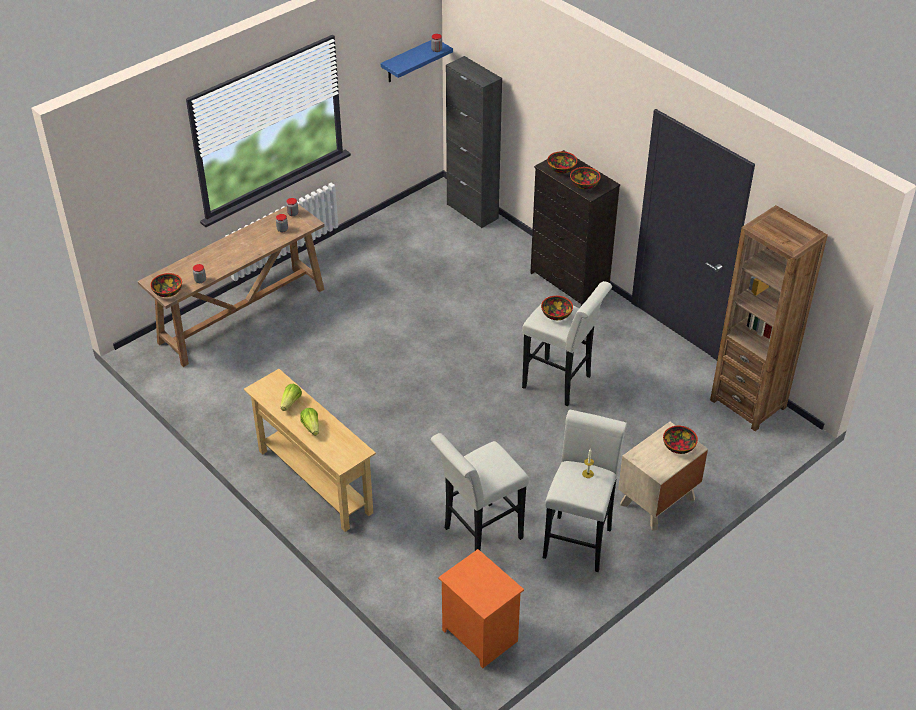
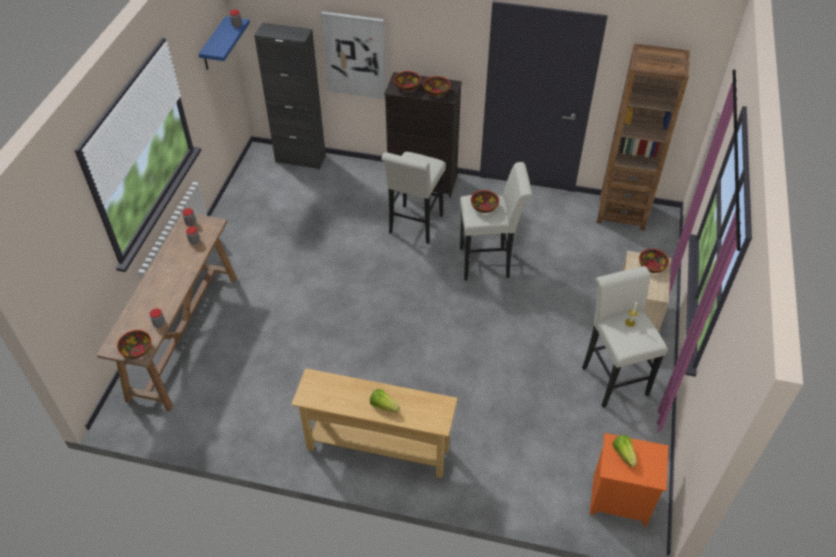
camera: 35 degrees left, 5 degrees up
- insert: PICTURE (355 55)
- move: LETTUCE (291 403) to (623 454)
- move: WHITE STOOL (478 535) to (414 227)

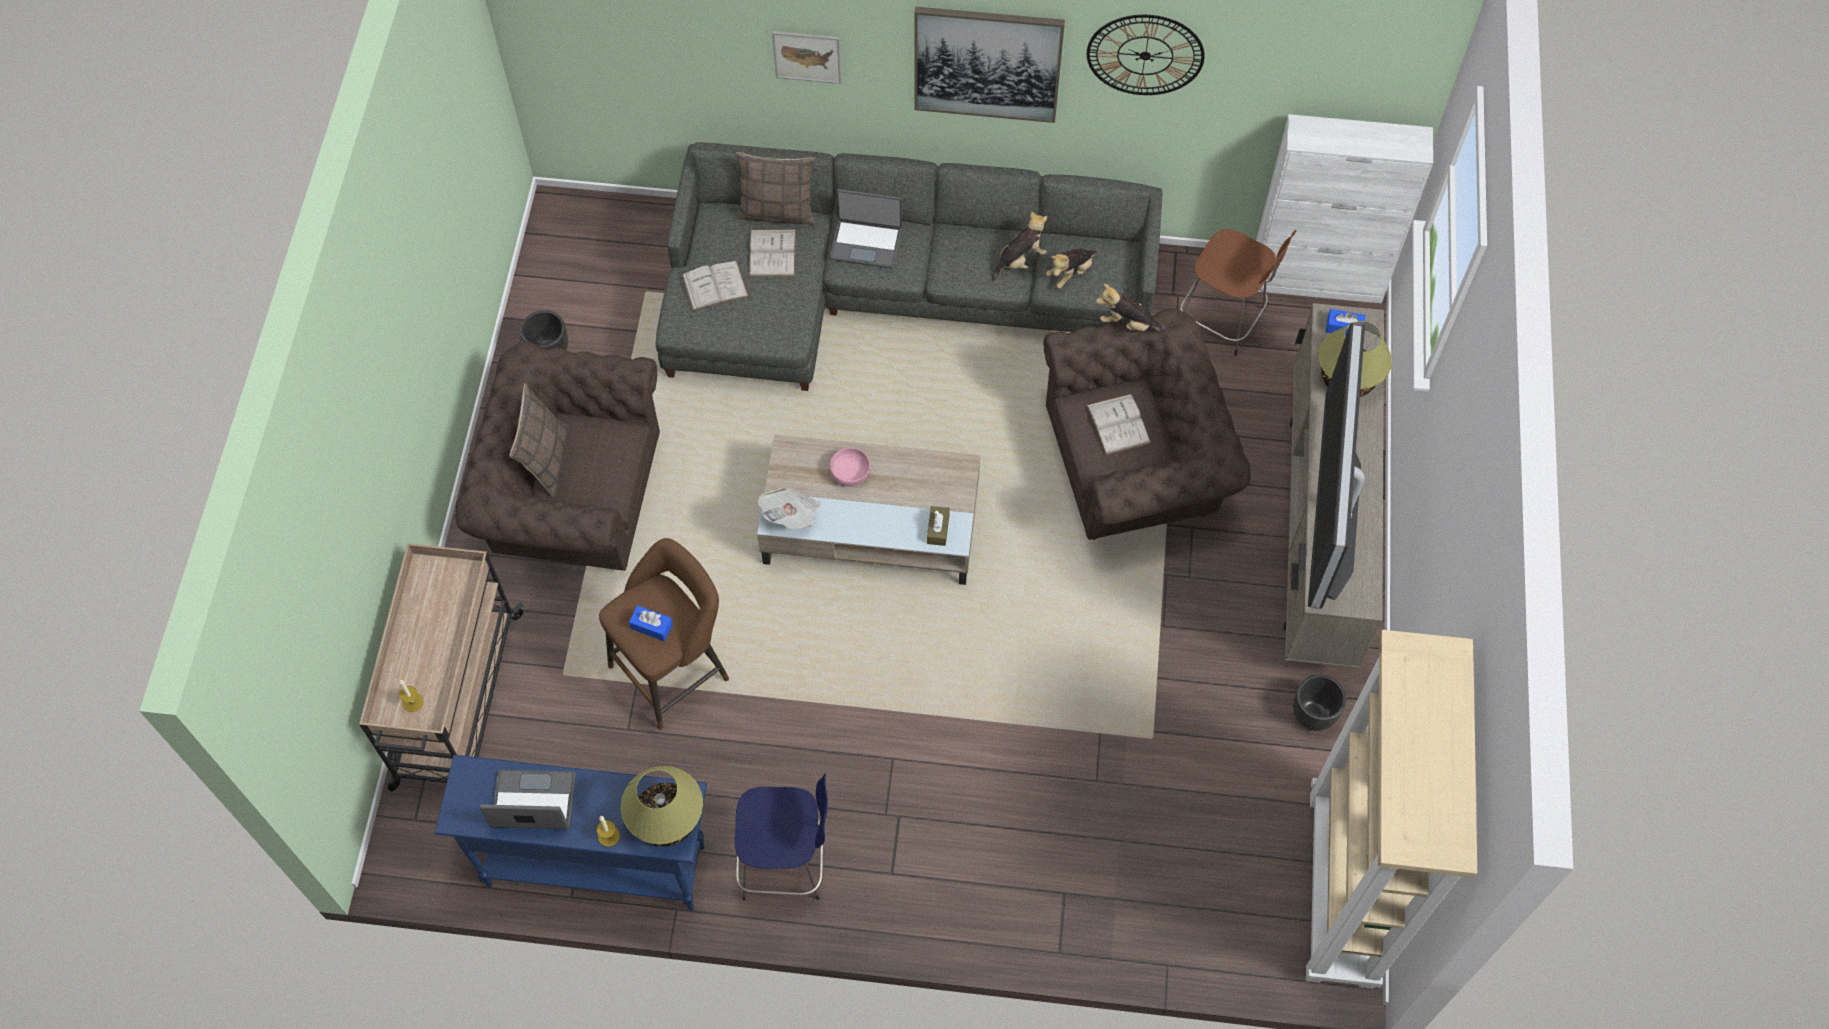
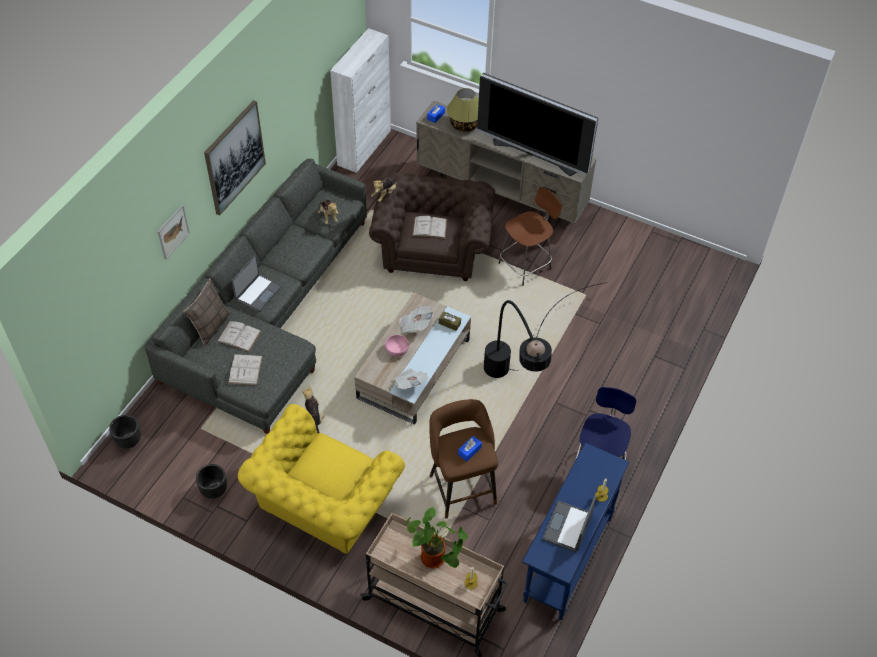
camera: 70 degrees left, 10 degrees down
- delete: PILLOW (546 460)
- delete: TABLE LAMP (666 819)
- delete: WALL CLOCK (1145 55)
- delete: BEIGE BOOKCASE (1342 890)
- insert: NEWSPAPER (415 325)
- insert: POTTED PLANT (436 558)
- insert: BLACK FLOOR LAMP (519 389)
- move: PLUSH TOY (1020 260) to (314 418)
- move: BROWN STOOL (1224 320) to (526 265)
- move: BLACK PLANTER (1313 715) to (129 441)
- recolor: BROWN ARMCHAIR (572 497) to YELLOW ARMCHAIR (324 506)

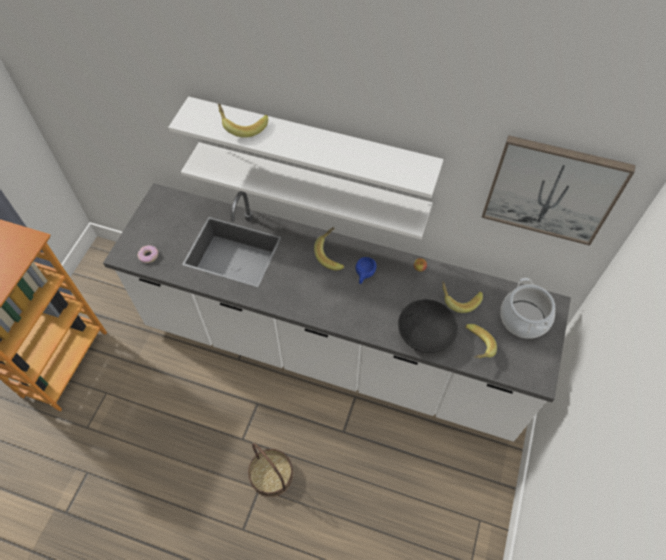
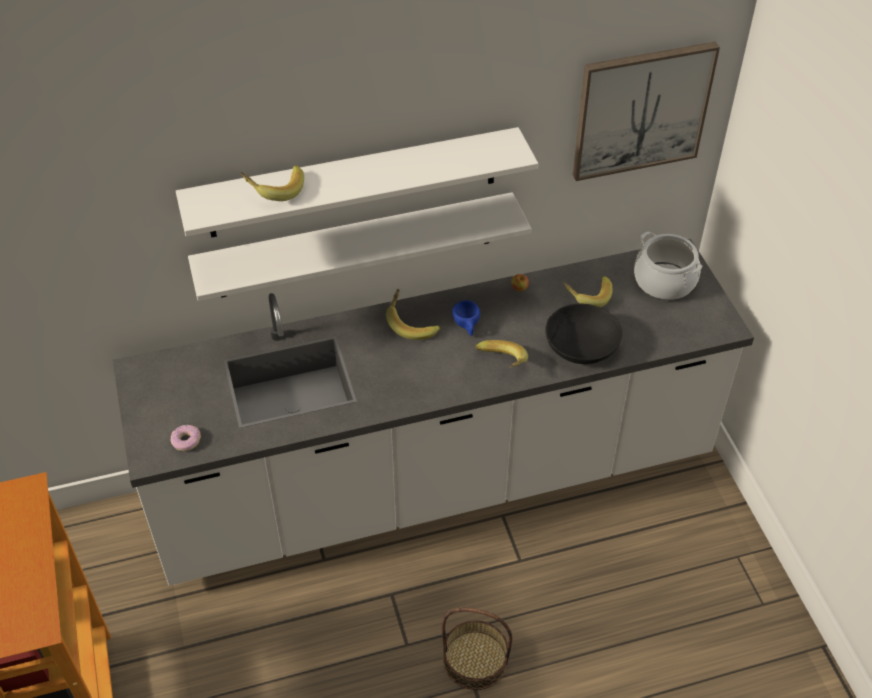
camera: 35 degrees left, 10 degrees down
- move: BANANA (475 347) to (500 365)

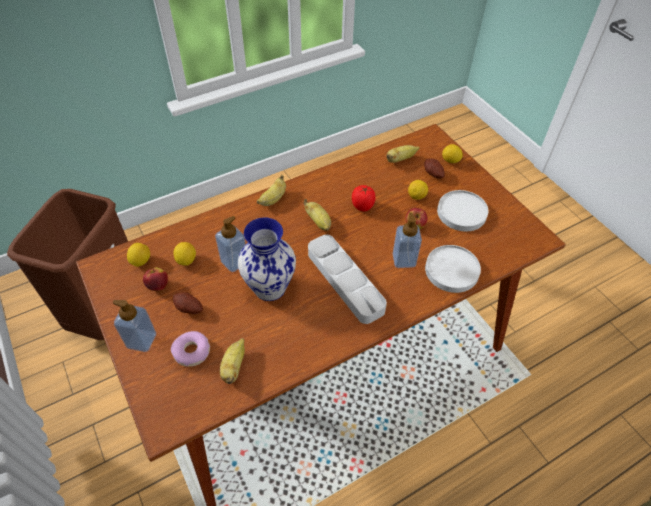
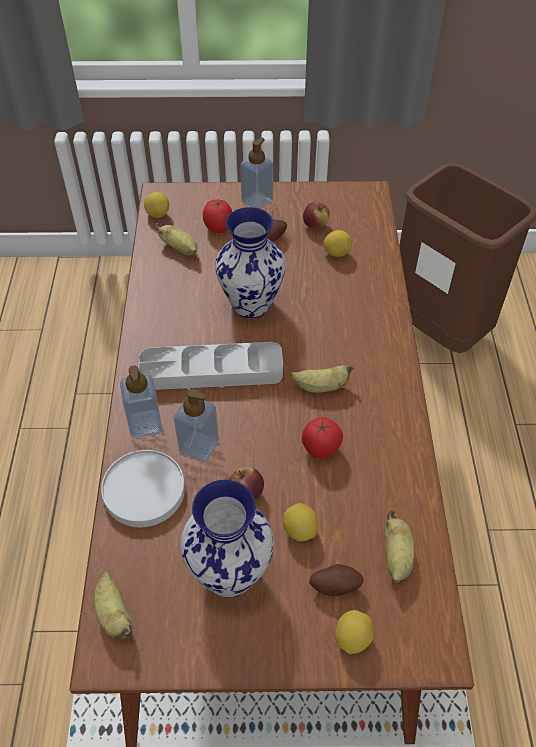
camera: 120 degrees right, 0 degrees up
- move: LEMON (141 261) to (157 214)
- move: SOAP DISPENSER (234 261) to (145 424)
- move: BANANA (273 199) to (114 614)
- replace: DONUT (192 352) to TOMATO (218 228)
- replace: WHITE PLATE (461 213) to VASE (229 572)

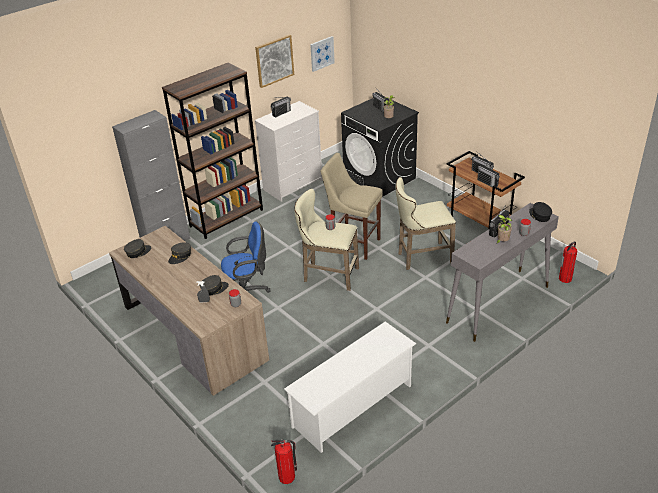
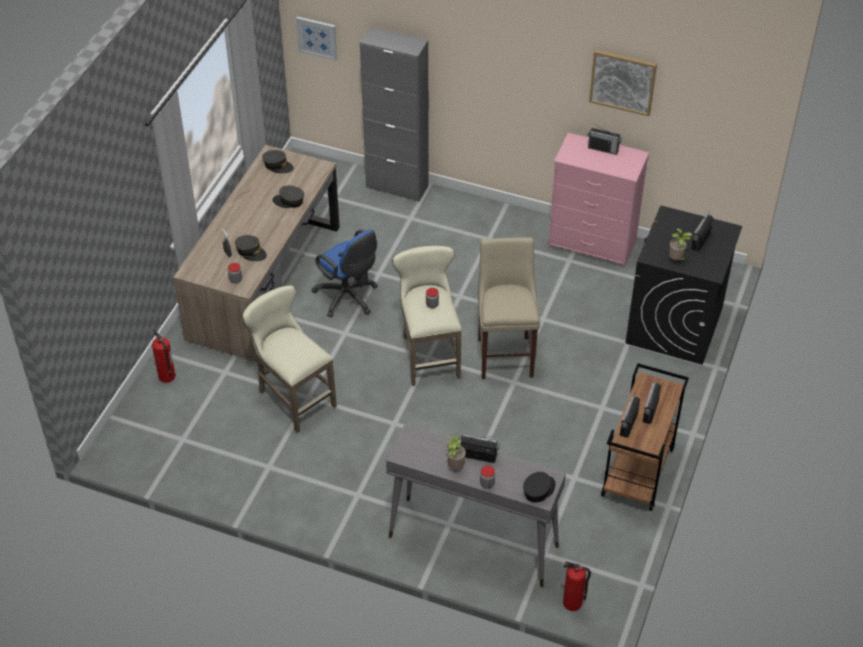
camera: 60 degrees right, 10 degrees up
- delete: BROWN BOOKCASE (226 218)
- delete: WHITE SHOE RACK (353 406)
- move: FIRE EXTINGUISHER (287 477) to (167 376)
- move: PICTURE (322 53) to (317 37)
- move: BEIGE STOOL (421 257) to (293 397)
- recolor: WHITE DRESSER (293 185) to PINK DRESSER (593 244)

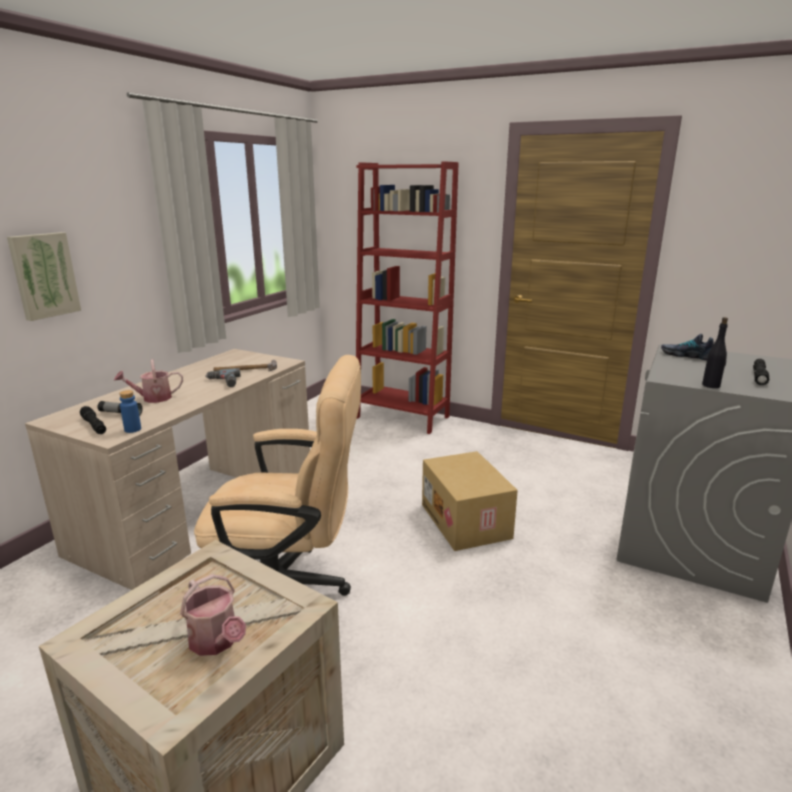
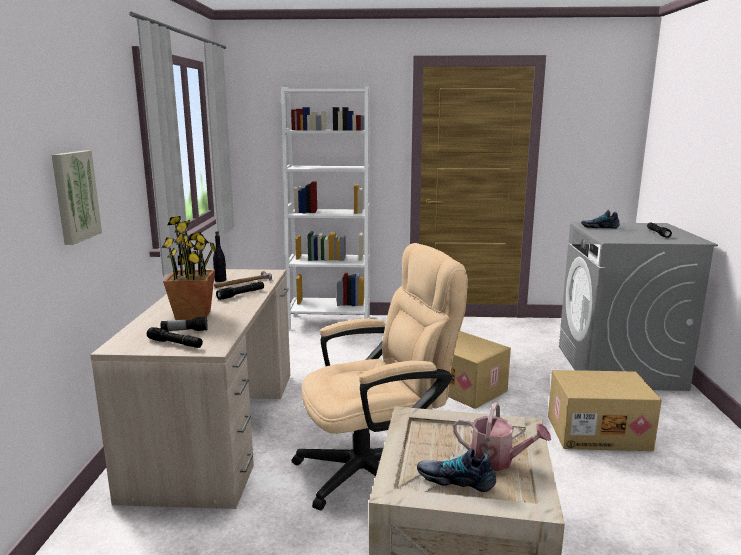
camera: 25 degrees left, 5 degrees down
- delete: BLUE BOTTLE (133 429)
- insert: SHOE (456 479)
- insert: CARDBOARD BOX (598 432)
- move: BLACK BOTTLE (711 385) to (220 280)
- replace: WATERING CAN (153 398) to POTTED PLANT (193 315)
- replace: POWER DRILL (224 382) to BLACK FLASHLIGHT (241 294)
- recolor: RED BOOKCASE (402 417) to WHITE BOOKCASE (329 322)

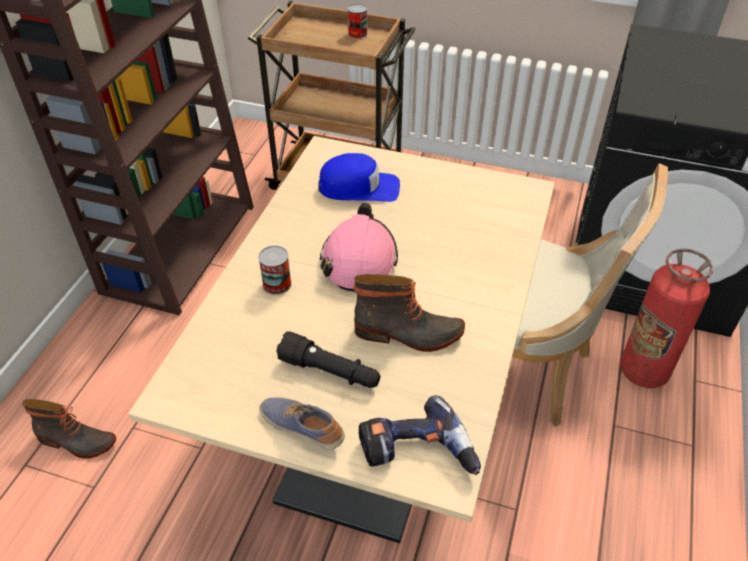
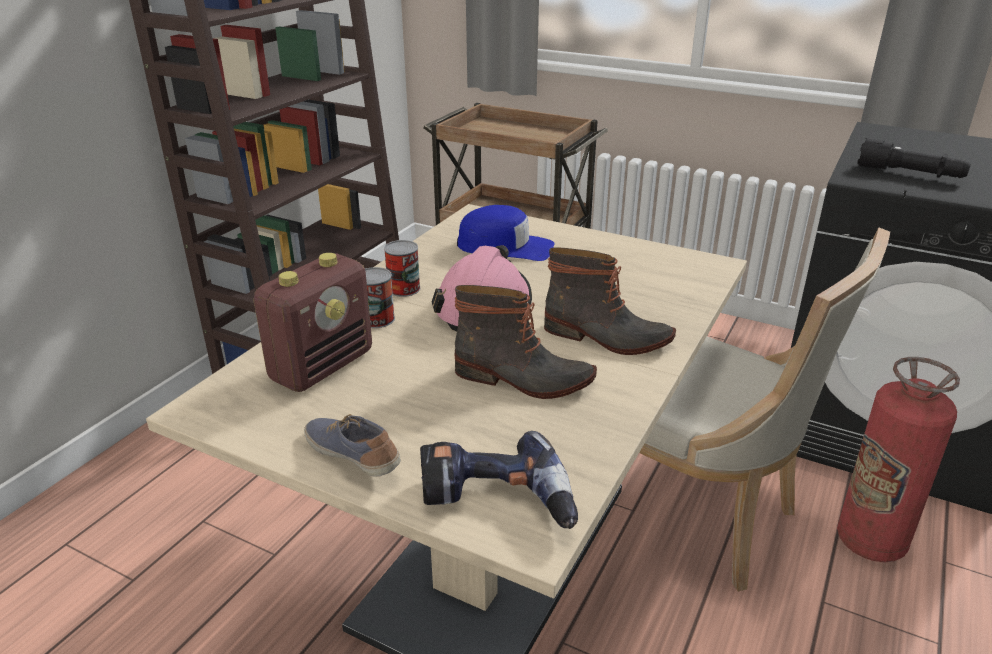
camera: 10 degrees right, 15 degrees down
- insert: RADIO (323 366)
- move: BOOT (76 442) to (606 338)
- move: BLACK FLASHLIGHT (330 371) to (910 174)
- move: CAN (357 34) to (403 289)

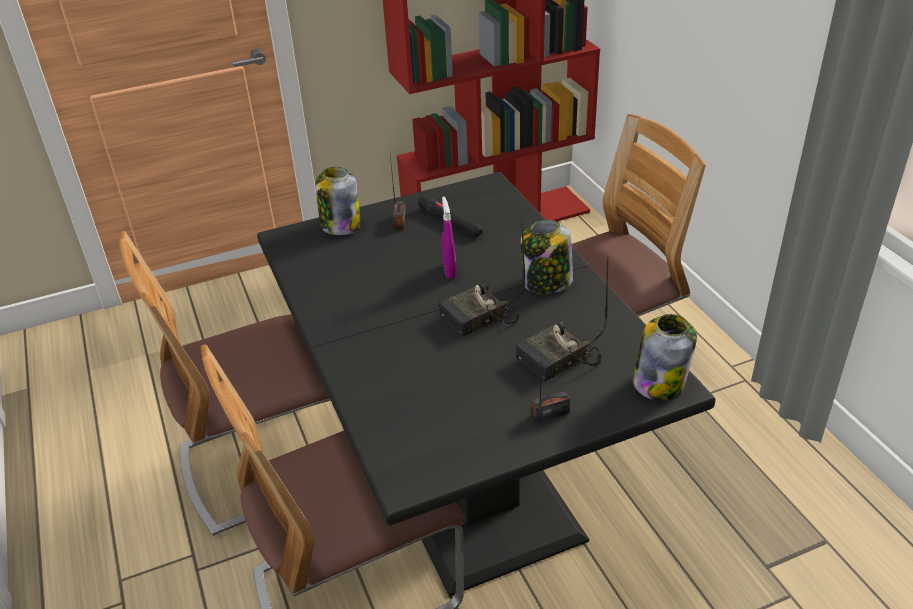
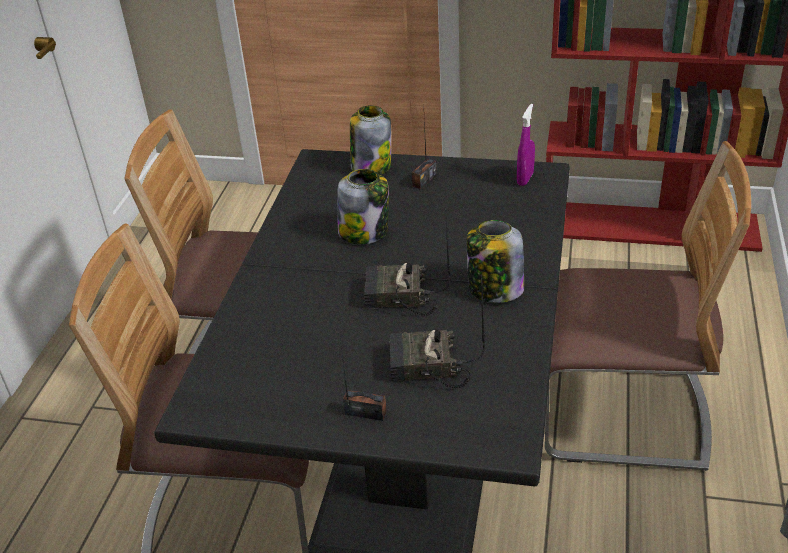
camera: 35 degrees right, 0 degrees up
- delete: BLACK FLASHLIGHT (451 222)
- move: PURPLE SPRAY BOTTLE (449 271) to (525 179)
- move: JAR (659 382) to (364 232)

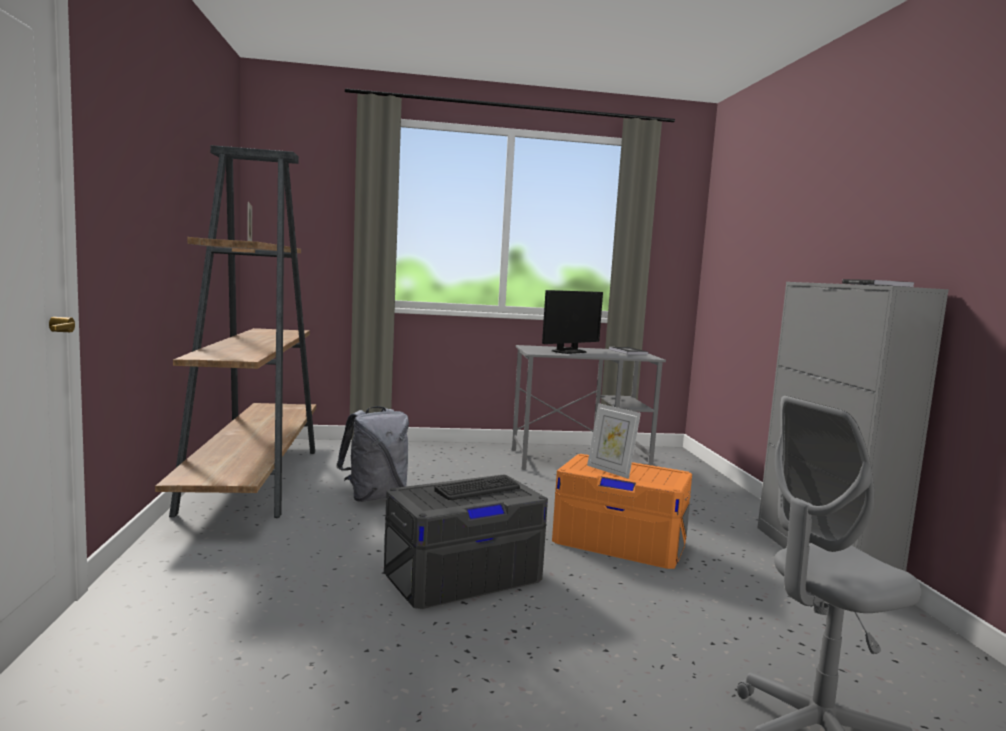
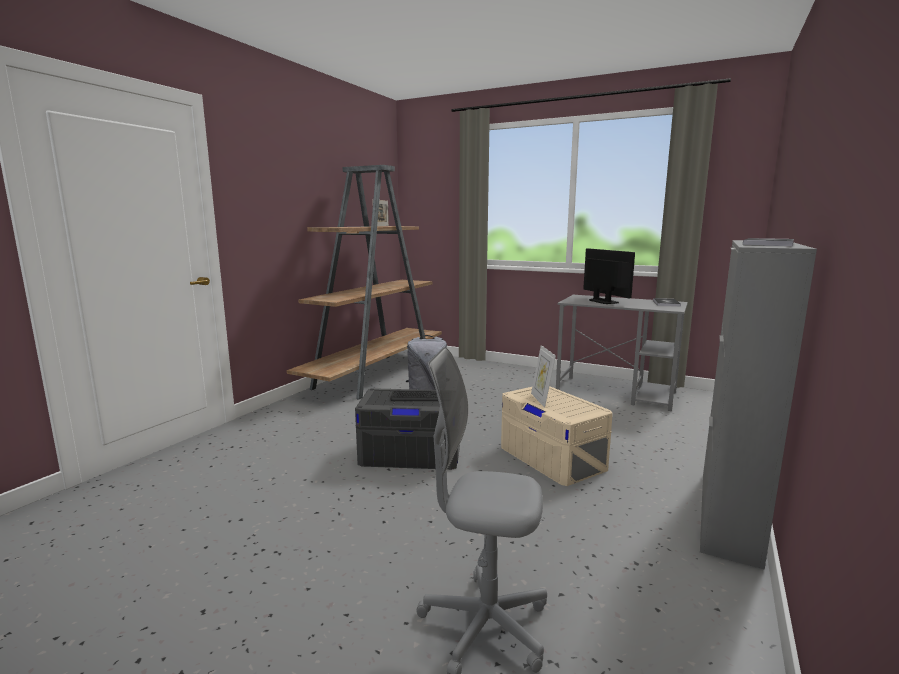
camera: 35 degrees right, 5 degrees up
- recolor: ORANGE STORAGE BOX (619 542) to BEIGE STORAGE BOX (552 457)
- rotate: MONITOR (569 351) = (603 301) 105 degrees counterclockwise

